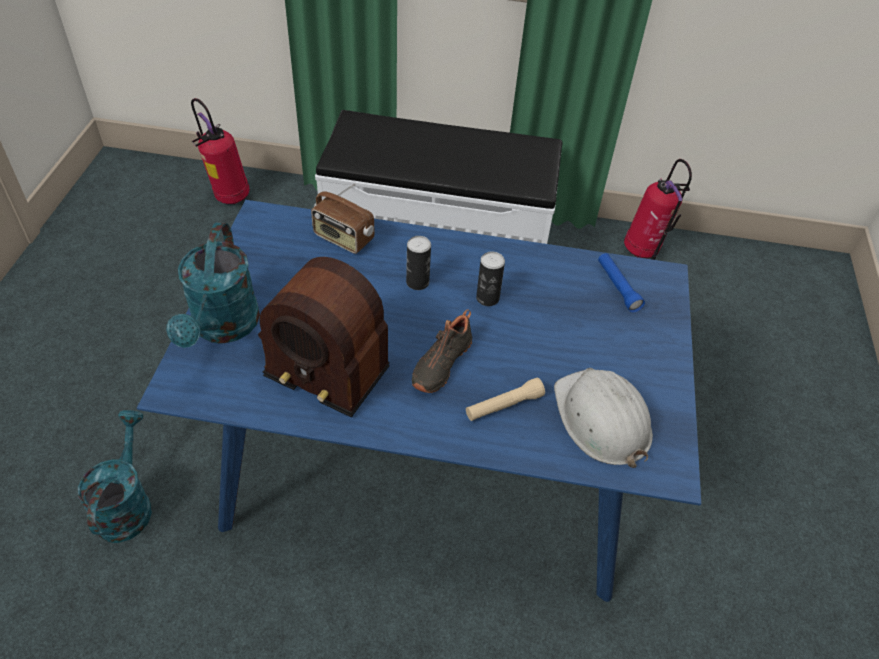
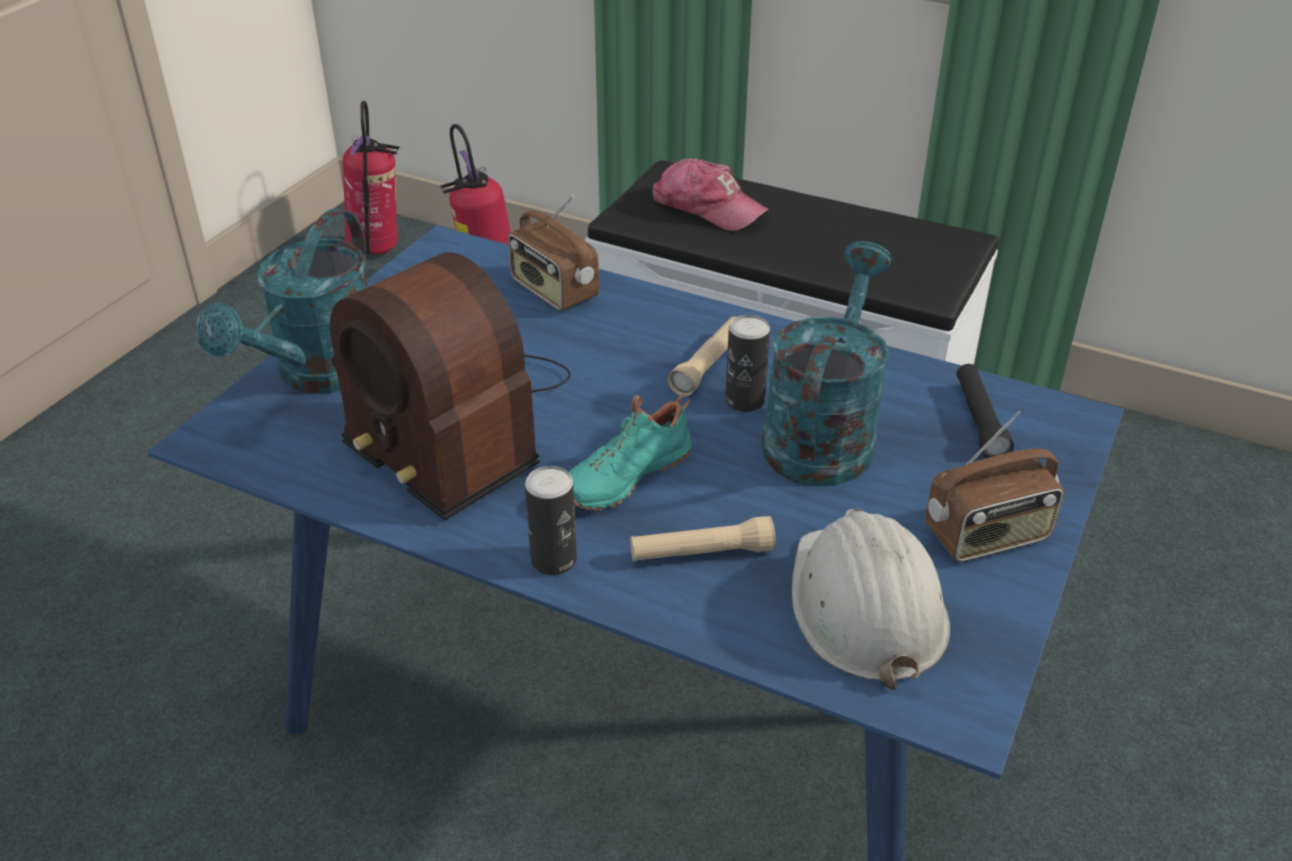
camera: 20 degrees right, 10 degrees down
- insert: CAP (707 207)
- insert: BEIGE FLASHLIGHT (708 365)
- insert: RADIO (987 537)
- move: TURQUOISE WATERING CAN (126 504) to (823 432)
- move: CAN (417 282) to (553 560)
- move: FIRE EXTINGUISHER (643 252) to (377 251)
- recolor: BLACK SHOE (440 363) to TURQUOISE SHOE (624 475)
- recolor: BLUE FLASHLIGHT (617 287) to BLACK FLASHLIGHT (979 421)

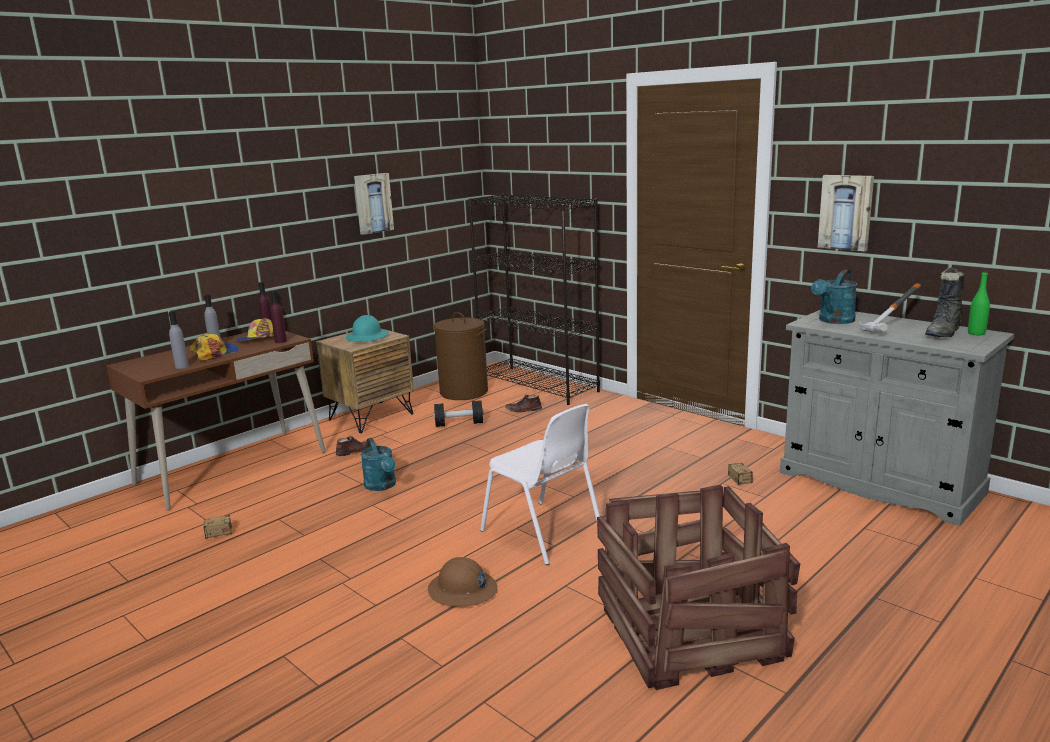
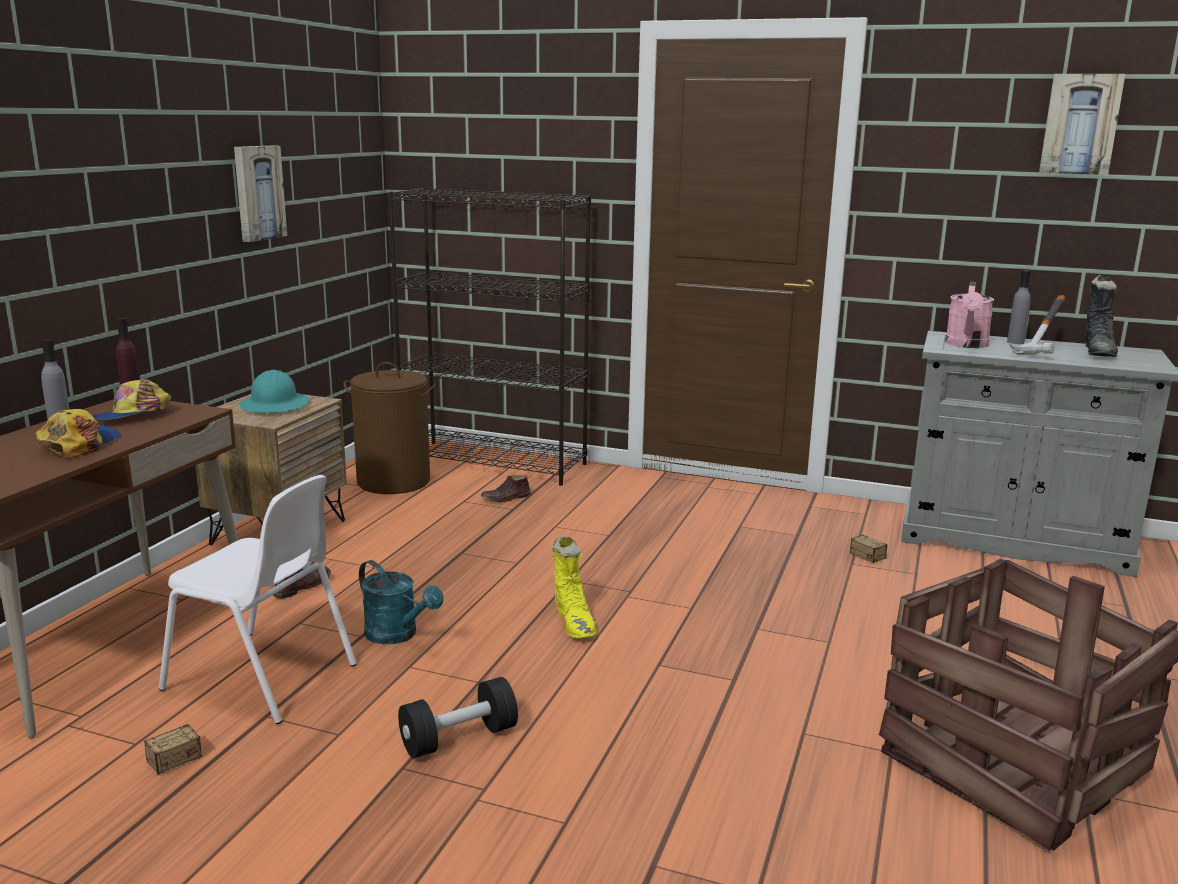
camera: 25 degrees left, 0 degrees up
- delete: PURPLE BOTTLE (280 341)
- delete: BROWN HARD HAT (462 590)
- delete: GREEN BOTTLE (976 333)
- insert: YELLOW BOOT (574 622)
- move: GREY BOTTLE (182 366) to (1015 342)
- move: BLACK DUMBBELL (459 424) to (459 738)
- move: WHITE CHAIR (543 533) to (263 677)
- move: PICTURE (846 212) to (1080 124)
- recolor: TURQUOISE WATERING CAN (833 321) to PINK WATERING CAN (966 345)

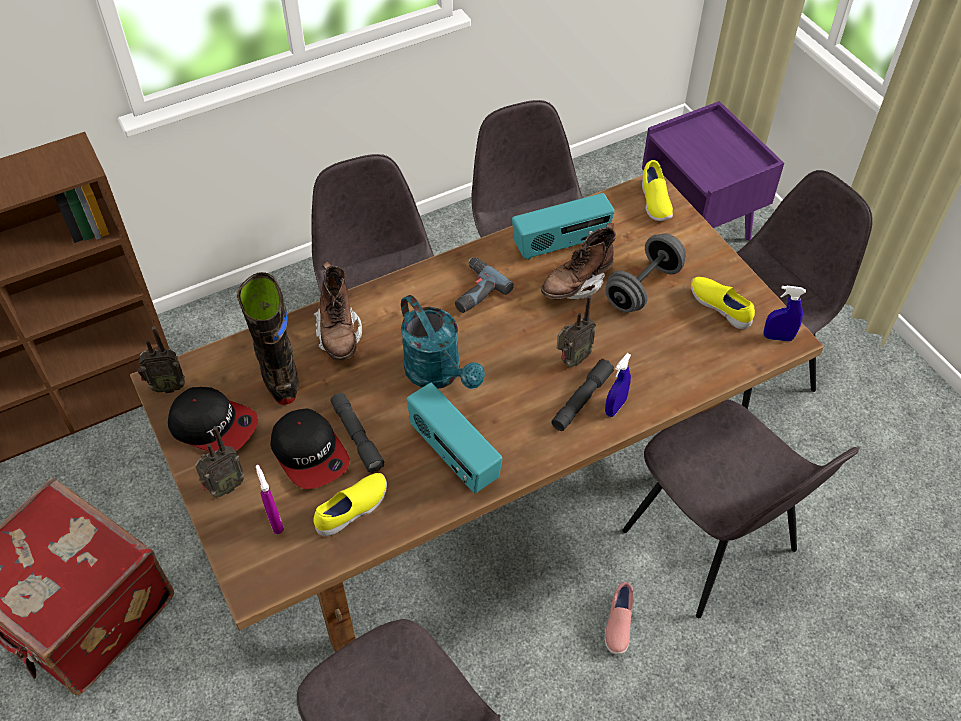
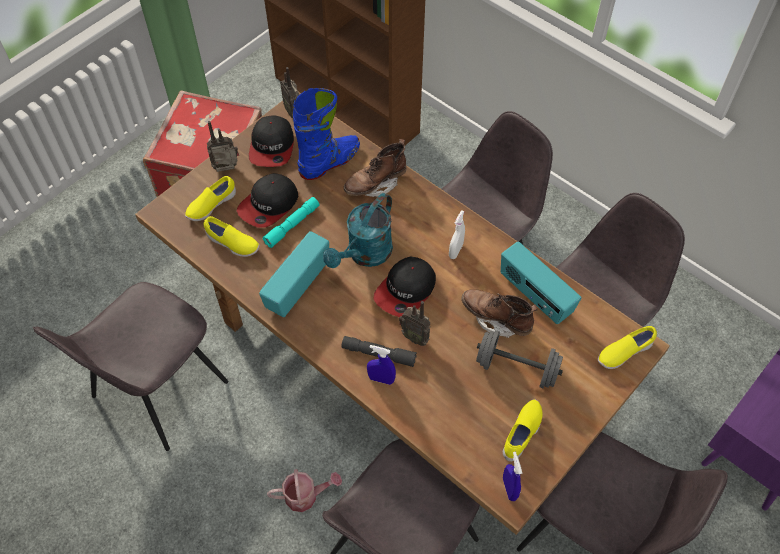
camera: 70 degrees right, 5 degrees up
- insert: CAP (406 290)
- replace: PURPLE SPRAY BOTTLE (275 521) to YELLOW SHOE (211 206)
- replace: POWER DRILL (473 290) to WHITE SPRAY BOTTLE (455 251)
- replace: PINK SHOE (618 624) to WATERING CAN (305 495)
- recolor: BLACK BOOT (278 370) to BLUE BOOT (330 162)
- recolor: GREY FLASHLIGHT (357 436) to TURQUOISE FLASHLIGHT (292 225)
- rotate: RADIO (224 487) = (227 170) 135 degrees clockwise

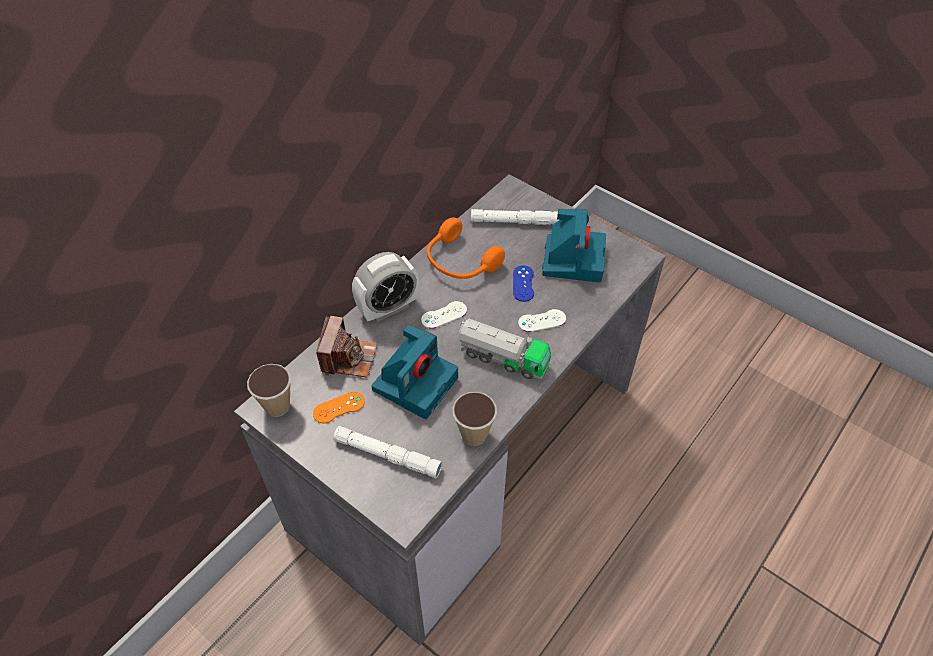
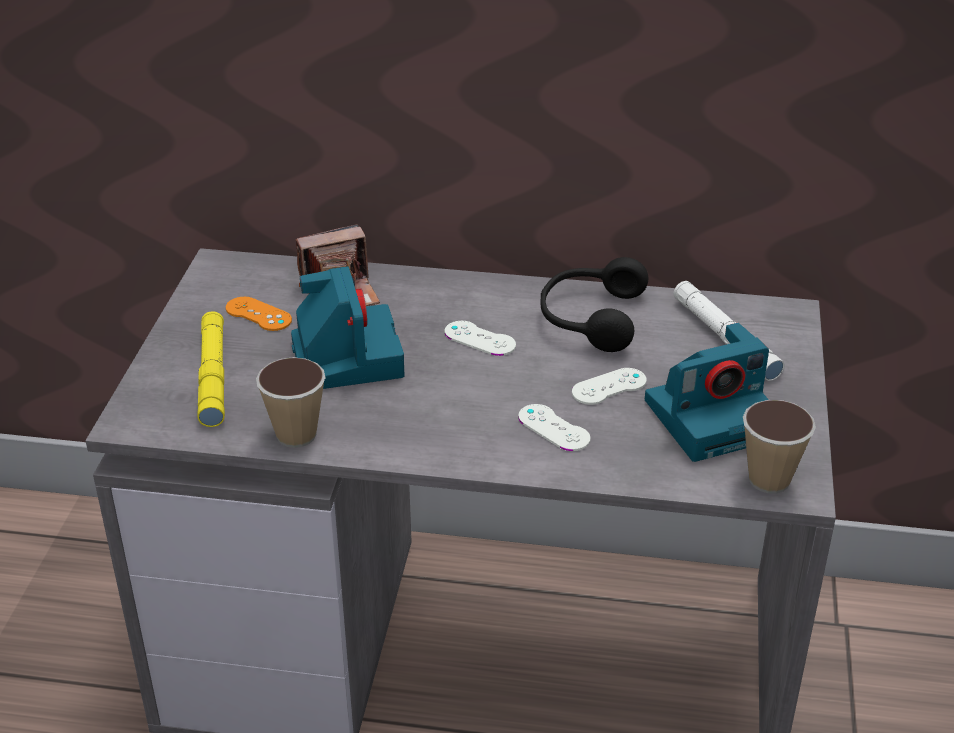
camera: 60 degrees right, 15 degrees down
- delete: ALARM CLOCK (388 308)
- delete: TOY TRUCK (502 358)
- move: CUP (277 406) to (769 480)
- recolor: WHITE FLASHLIGHT (387 455) to YELLOW FLASHLIGHT (213 376)
- recolor: ORANGE HEADPHONES (460 262) to BLACK HEADPHONES (589 318)
- recolor: BLUE GAME CONTROLLER (523 283) to WHITE GAME CONTROLLER (609 387)
- rotate: PHOTO CAMERA (415 382) = (345 356) 105 degrees counterclockwise

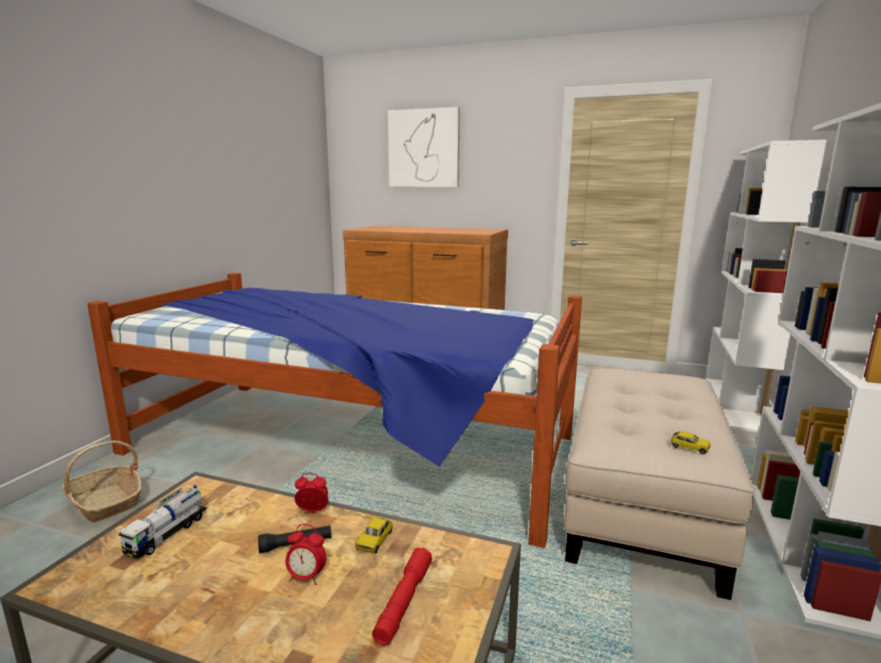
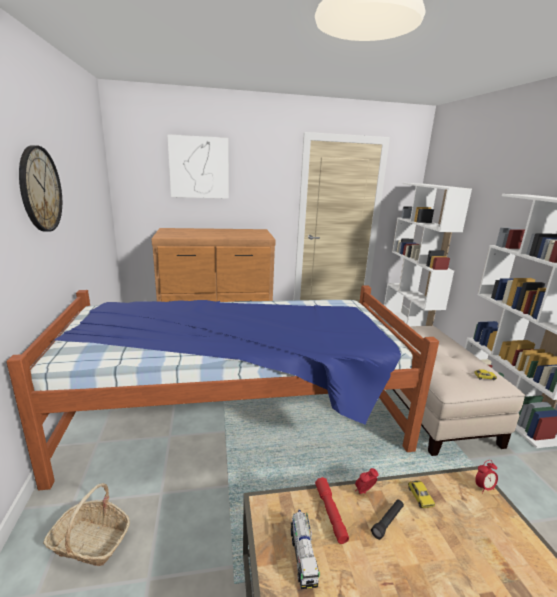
camera: 30 degrees left, 5 degrees up
- insert: WALL CLOCK (40 189)
- move: ALARM CLOCK (306 577) to (483 487)
- move: RED FLASHLIGHT (404 601) to (330 513)

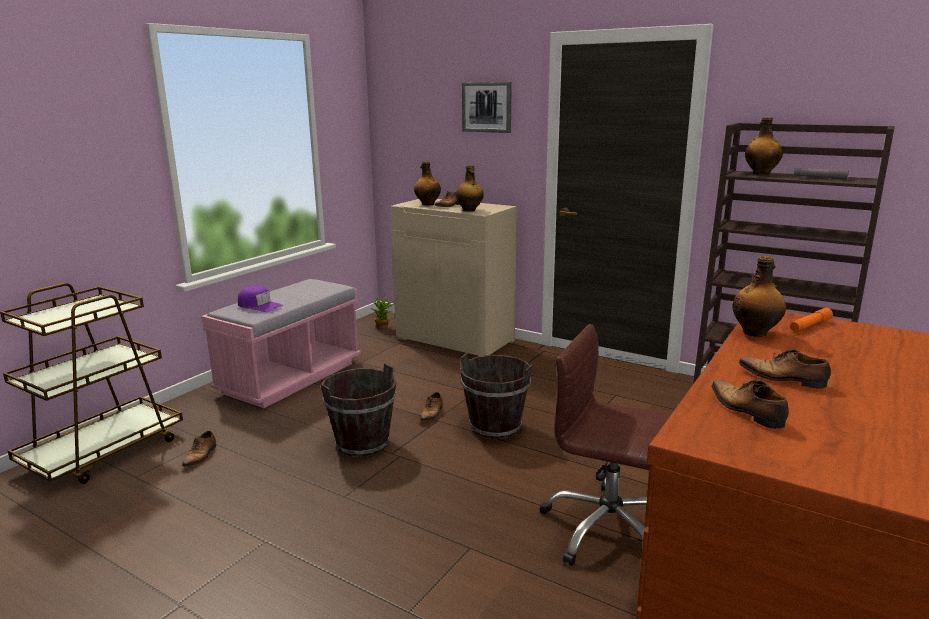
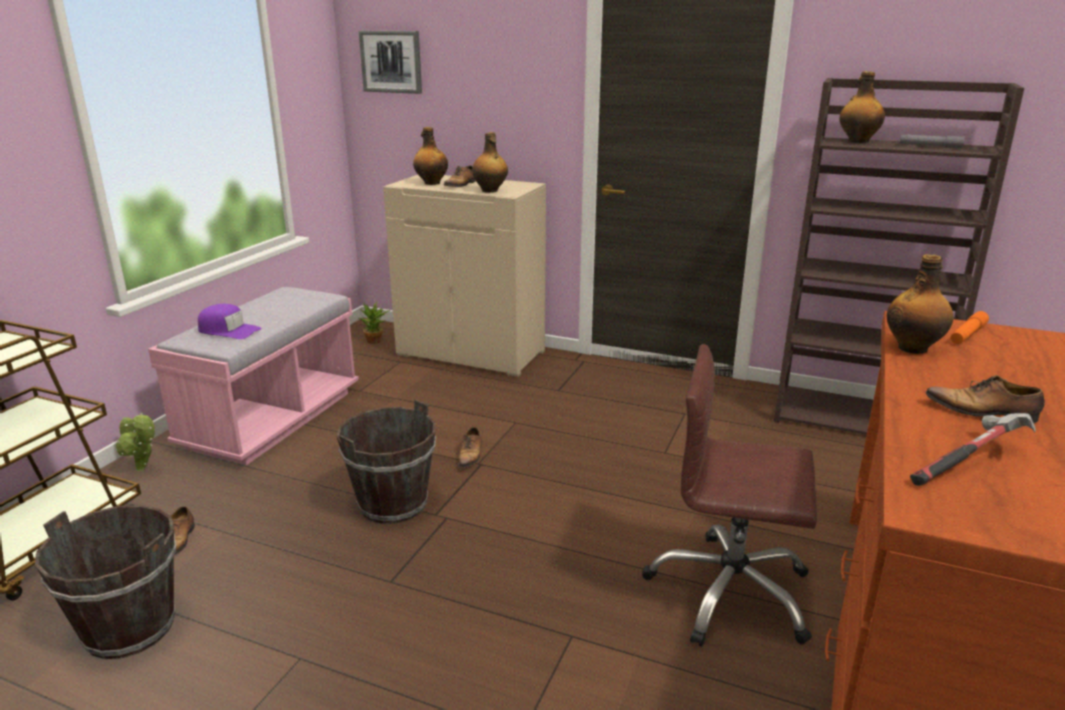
camera: 10 degrees left, 5 degrees up
- insert: POTTED PLANT (143 470)
- move: BROWN BUCKET (495 426) to (130 628)
- move: PICTURE (487 107) to (391 61)
- replace: SHOE (747 411) to HAMMER (969 463)

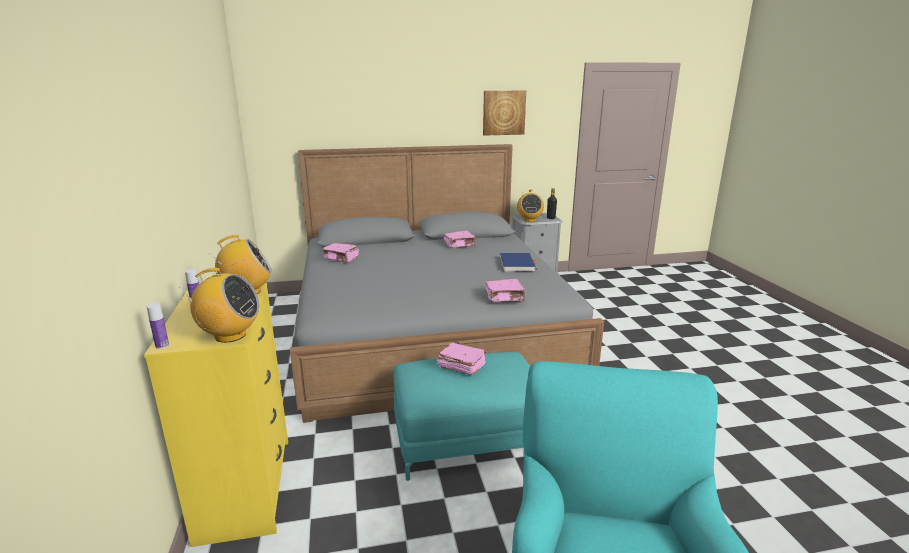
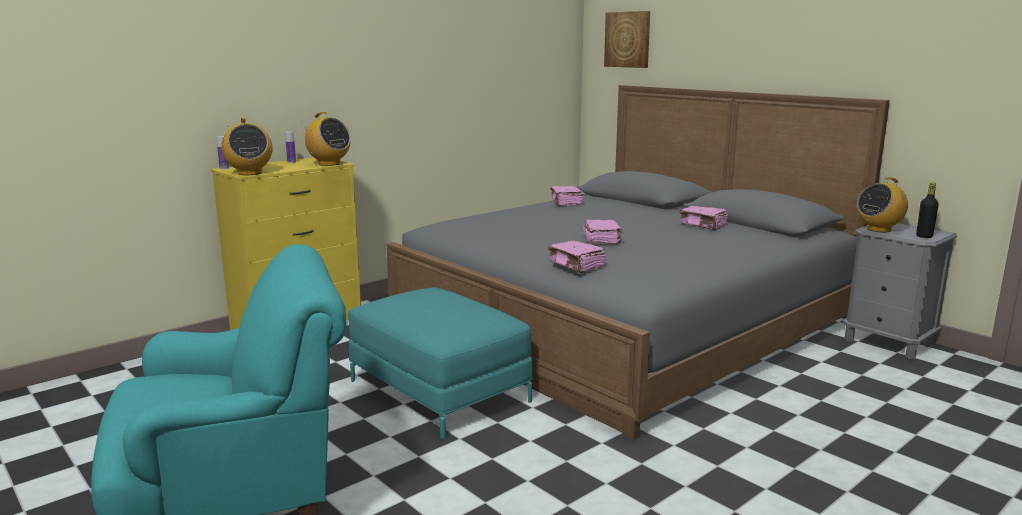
camera: 60 degrees right, 5 degrees down
- delete: BLUE BOOK (517 264)
- move: PINK BOOK (461 366) to (602 240)
- move: PICTURE (503 112) to (628 39)

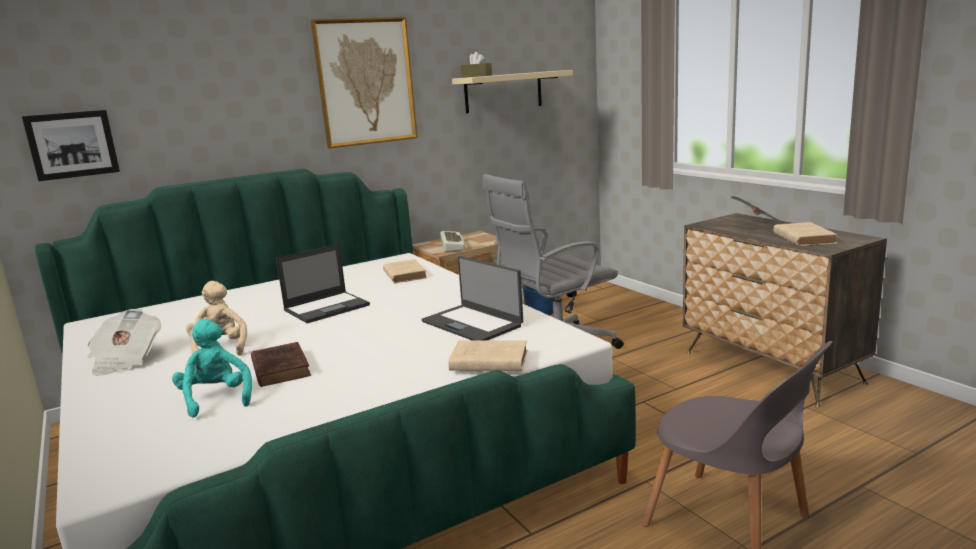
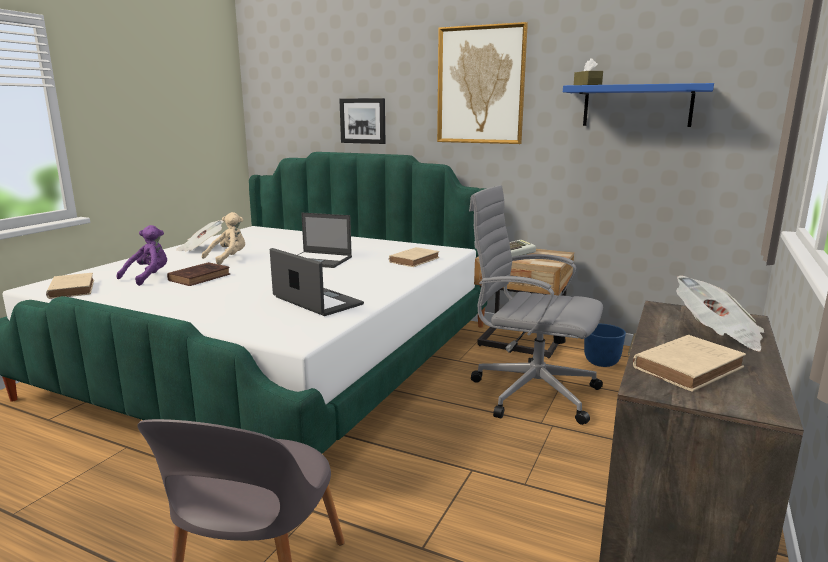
camera: 55 degrees right, 0 degrees up
- move: PICTURE (72 144) to (363 121)
- move: BEIGE BOOK (487 361) to (72 289)
- recolor: TURQUOISE PLUSH TOY (216 399) to PURPLE PLUSH TOY (148 277)
- recolor: BEIGE SHELF (503 92) to BLUE SHELF (637 106)
- rotate: LAPTOP (472 323) = (316 301) 120 degrees clockwise

